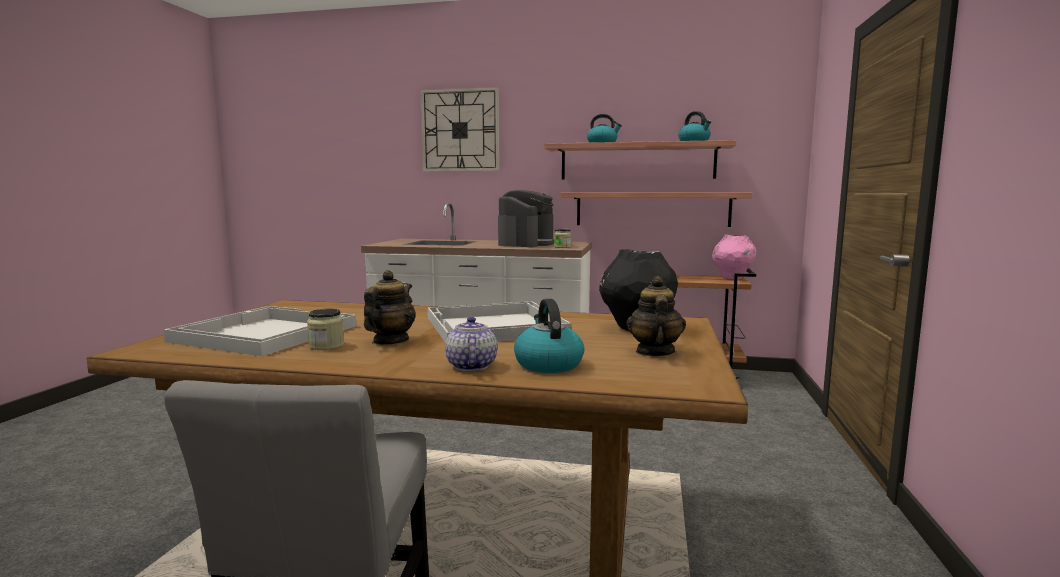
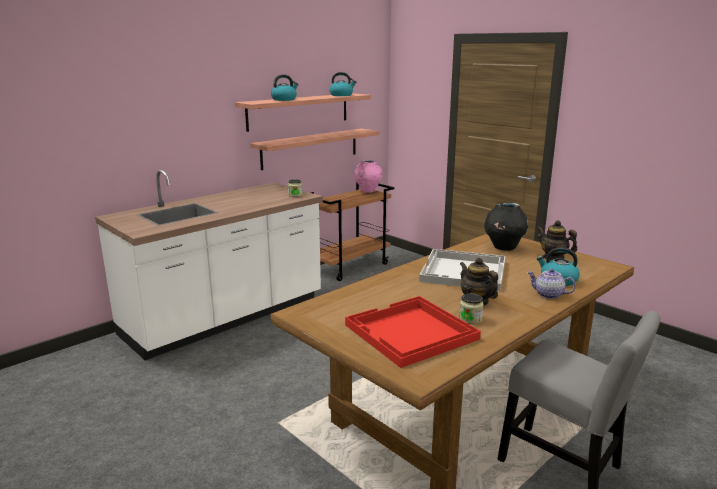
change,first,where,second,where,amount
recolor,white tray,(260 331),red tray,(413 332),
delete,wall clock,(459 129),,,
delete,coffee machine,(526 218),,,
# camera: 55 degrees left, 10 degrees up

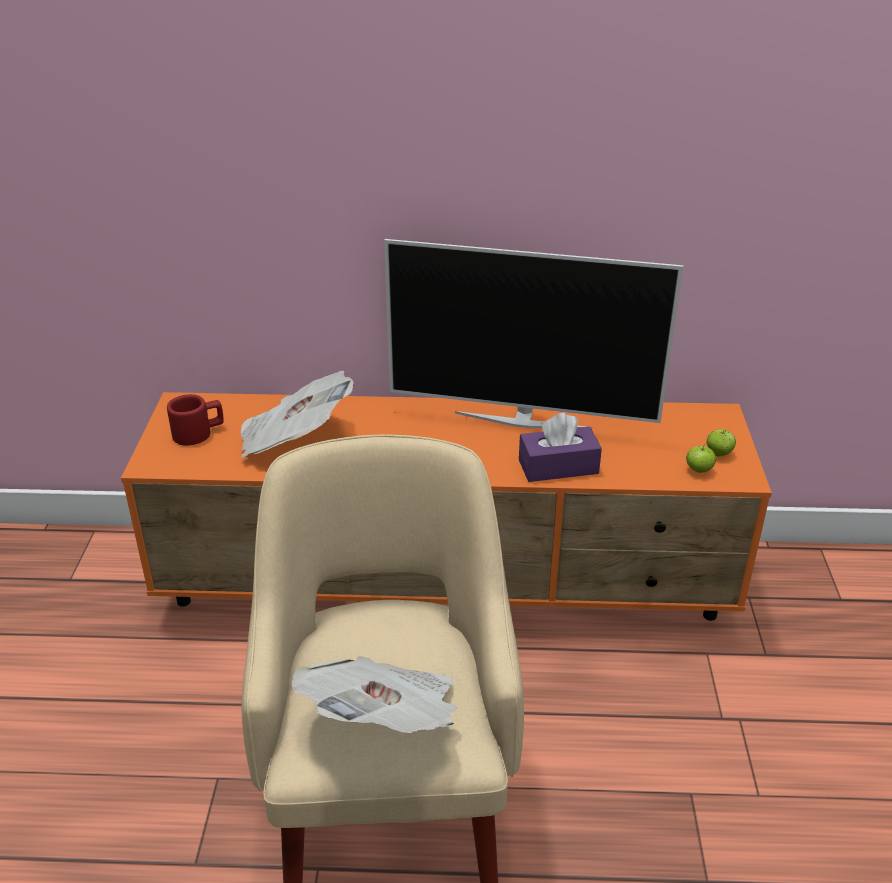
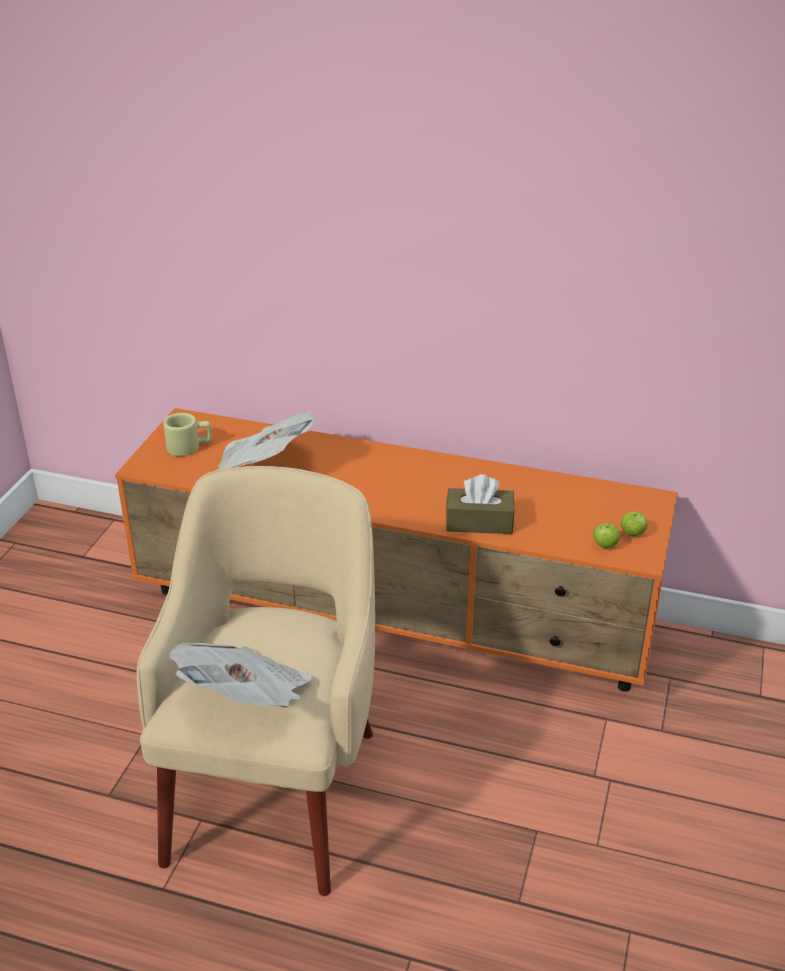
change,first,where,second,where,amount
recolor,red mug,(195 420),beige mug,(187 434),
delete,television,(533 334),,,
recolor,purple tissue box,(560 447),brown tissue box,(480 504),
# camera: 15 degrees right, 0 degrees up

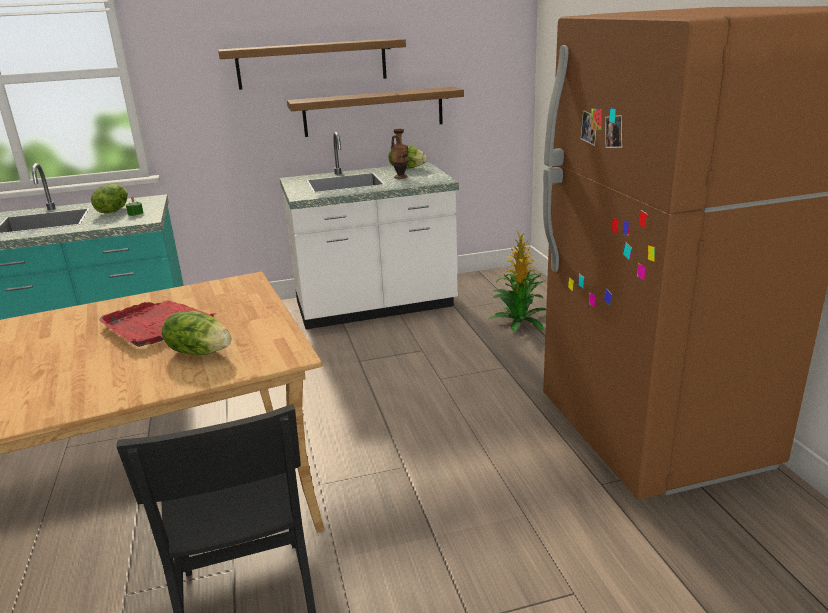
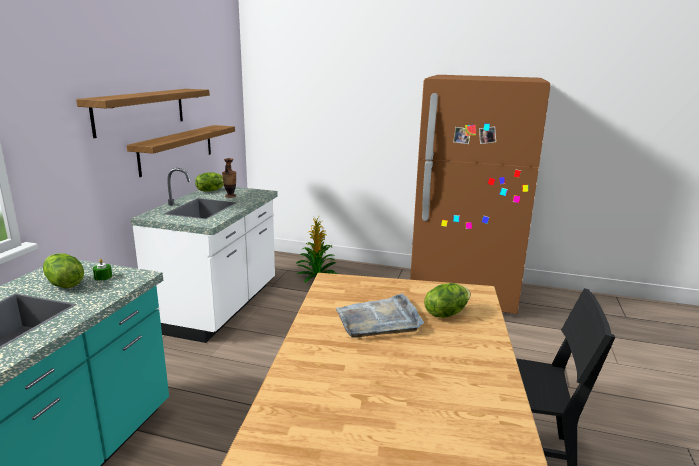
change,first,where,second,where,amount
recolor,red tray,(158 323),grey tray,(380 315),
# camera: 60 degrees left, 5 degrees down

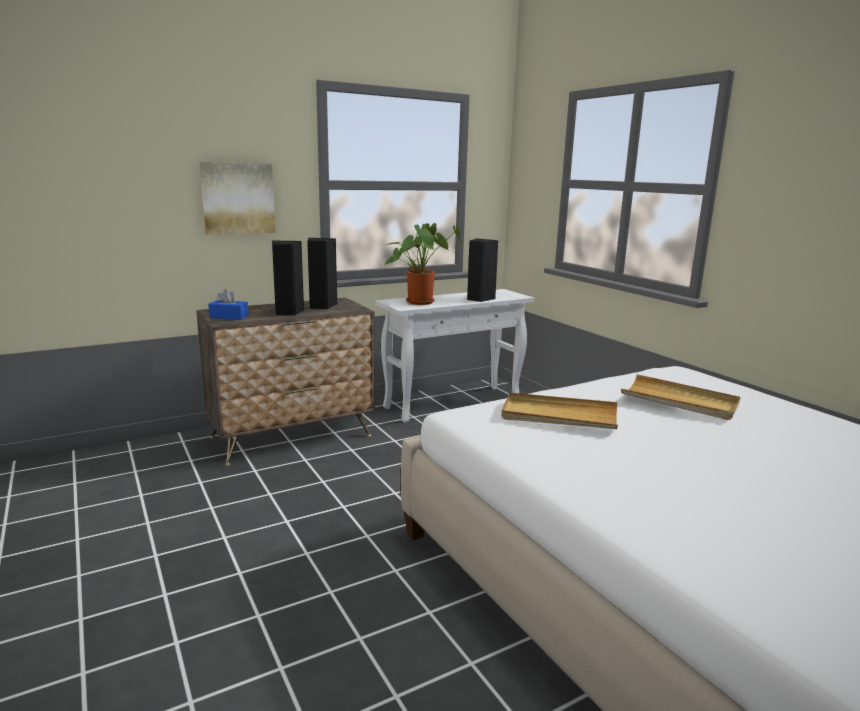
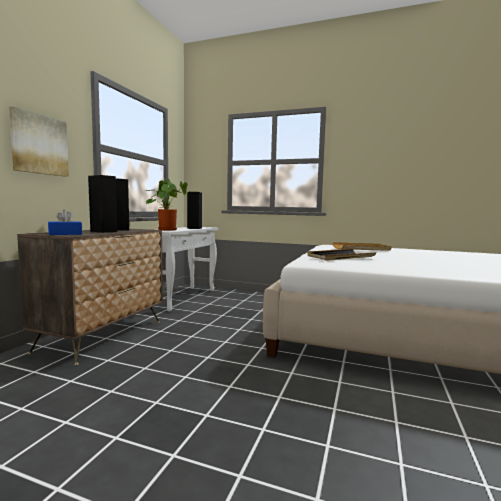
change,first,where,second,where,amount
recolor,beige tray,(559 411),black tray,(341 255),
# camera: 40 degrees left, 10 degrees down

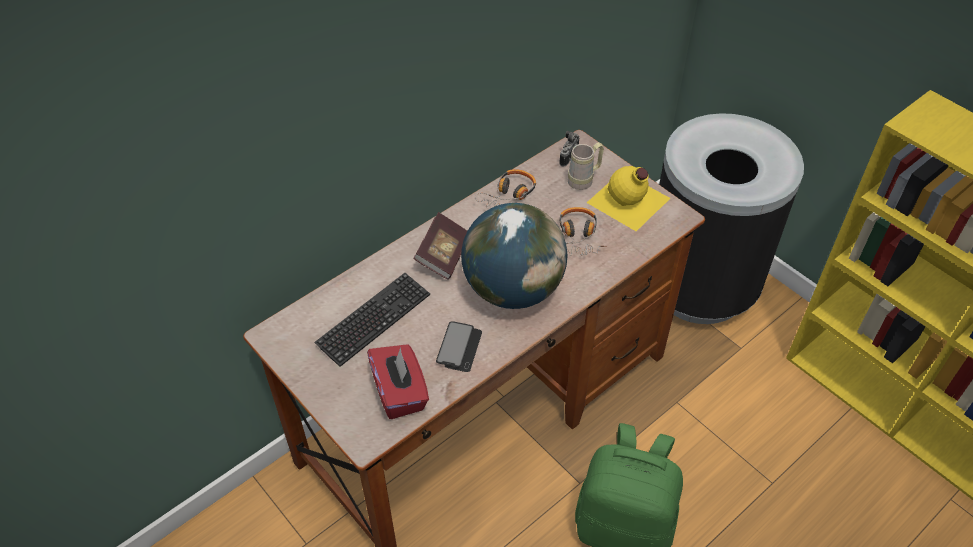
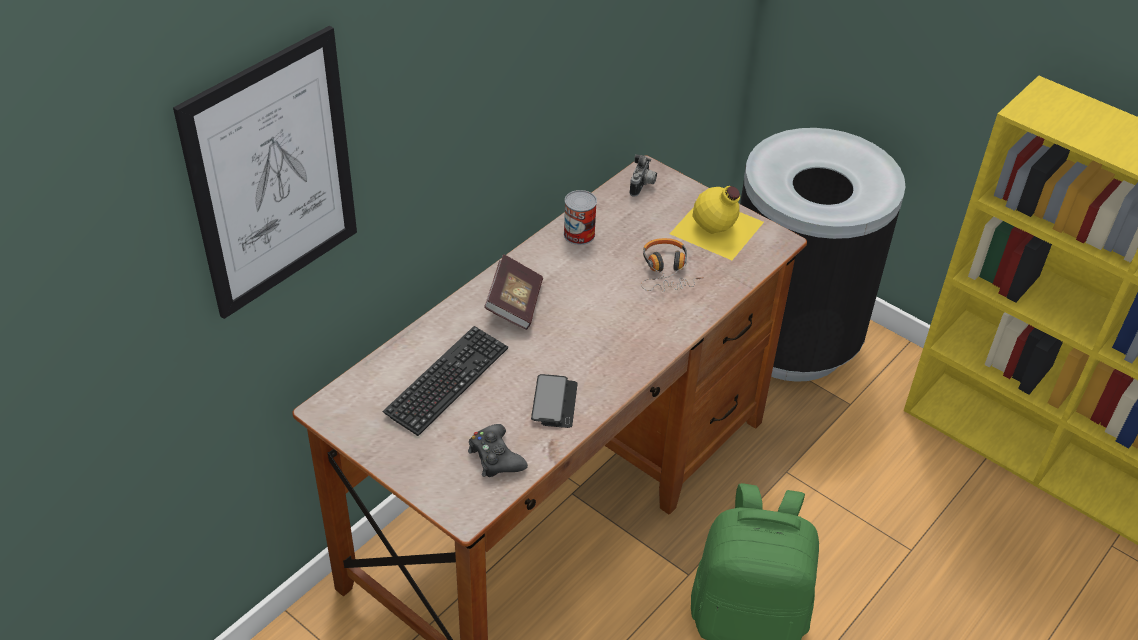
change,first,where,second,where,amount
replace,red tissue box,(398 381),black game controller,(498 450),
delete,globe,(514 256),,,
replace,headphones,(505 188),can,(580 217),
delete,beige mug,(586 166),,,
insert,,,picture,(265 172),
# camera: 10 degrees left, 5 degrees down

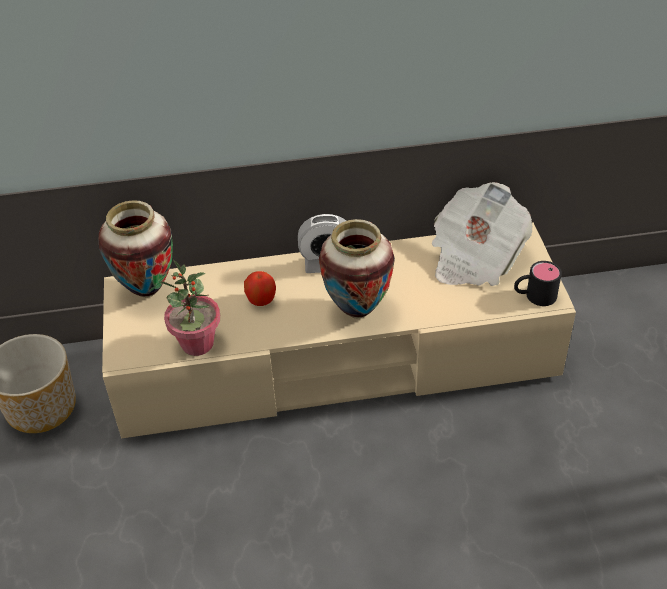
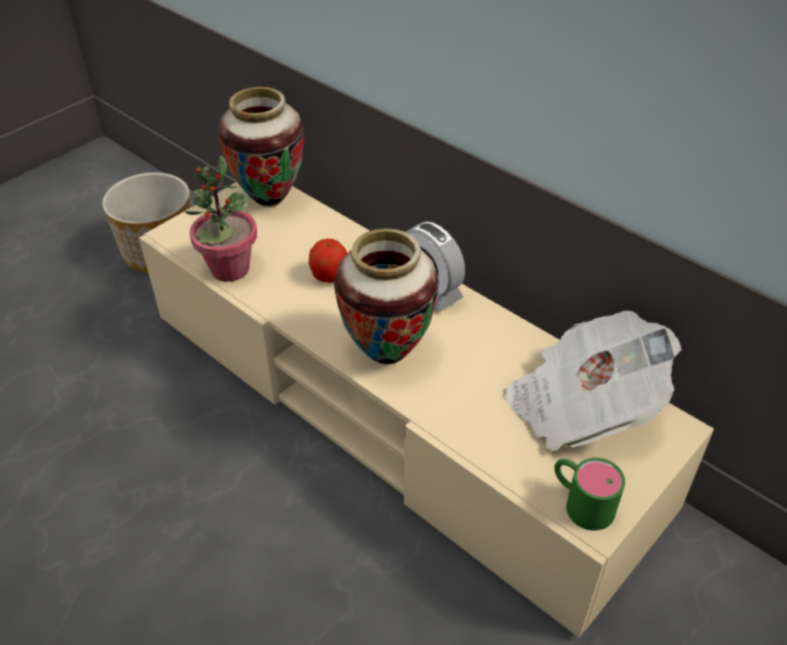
change,first,where,second,where,amount
recolor,black mug,(538 283),green mug,(589 494),
# camera: 50 degrees right, 0 degrees up

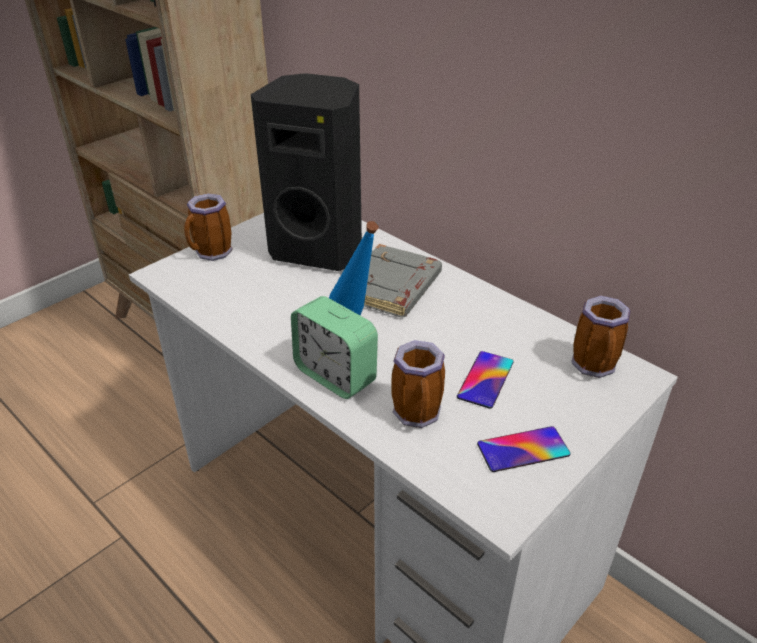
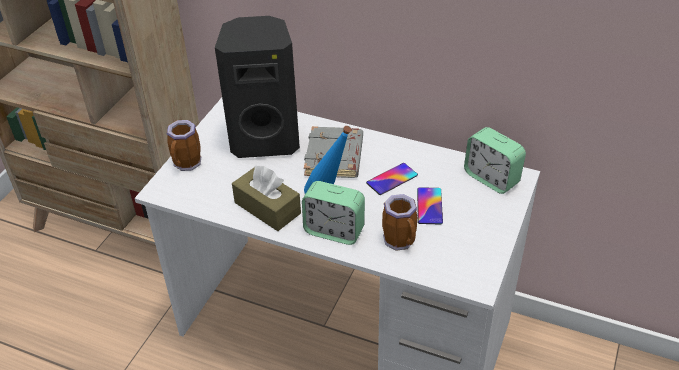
change,first,where,second,where,amount
move,phone,(524 449),,(392 179),
replace,mug,(600 337),alarm clock,(495 160),
insert,,,brown tissue box,(266 198),
# camera: 20 degrees left, 5 degrees up

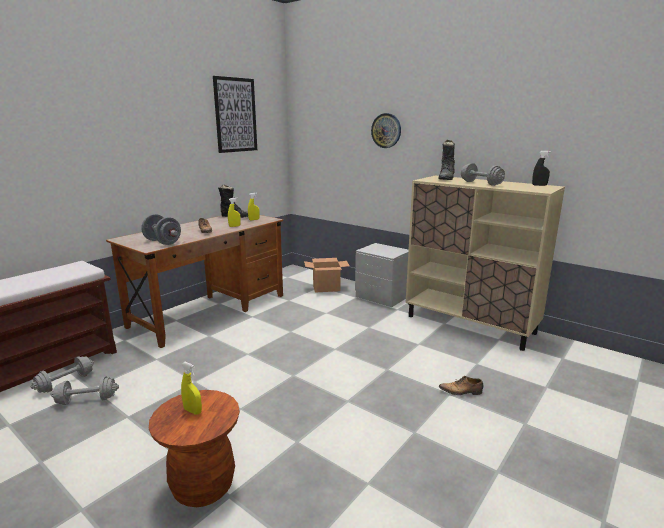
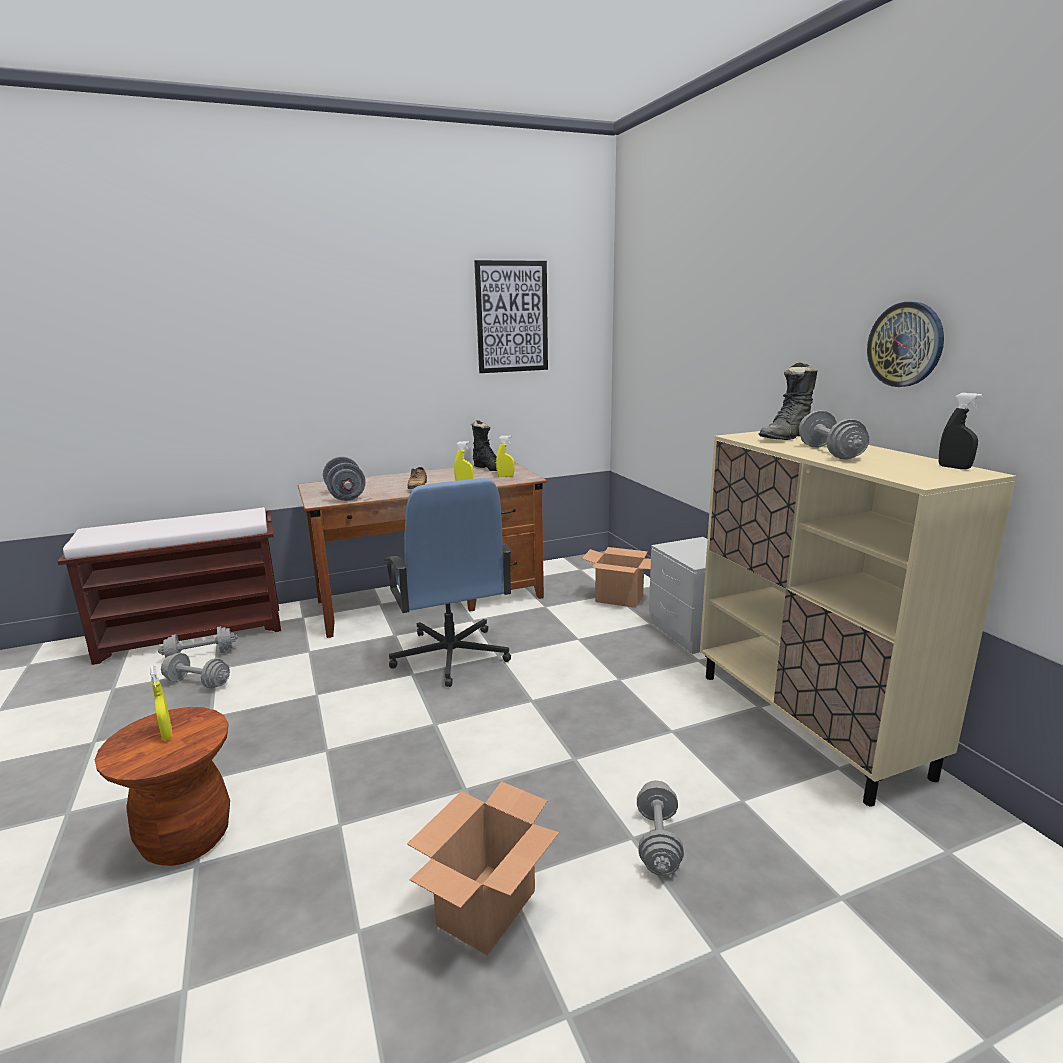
change,first,where,second,where,amount
move,wall clock,(386 130),,(905 344),
replace,shoe,(461 385),grey dumbbell,(660 828),
insert,,,blue office chair,(448 582),
insert,,,cardboard box,(483 868),
# camera: 30 degrees right, 0 degrees up

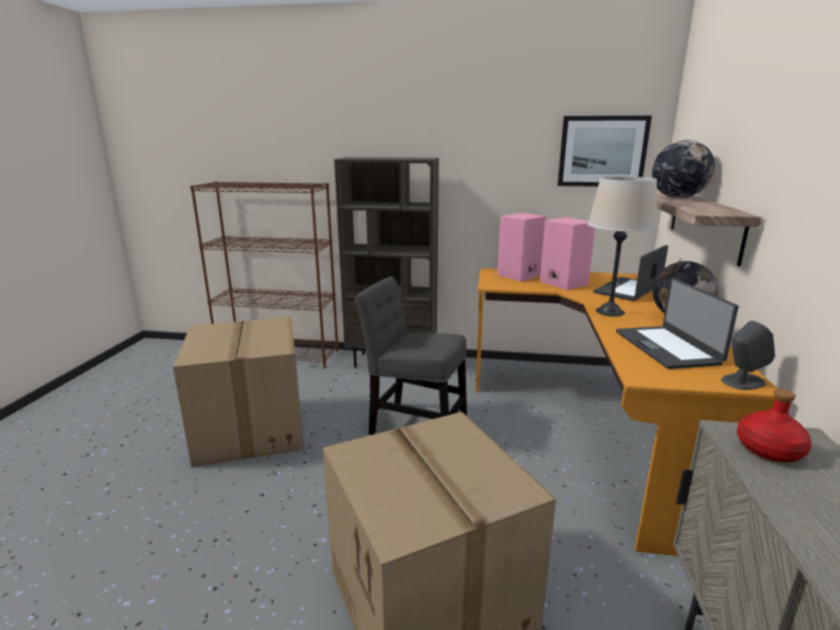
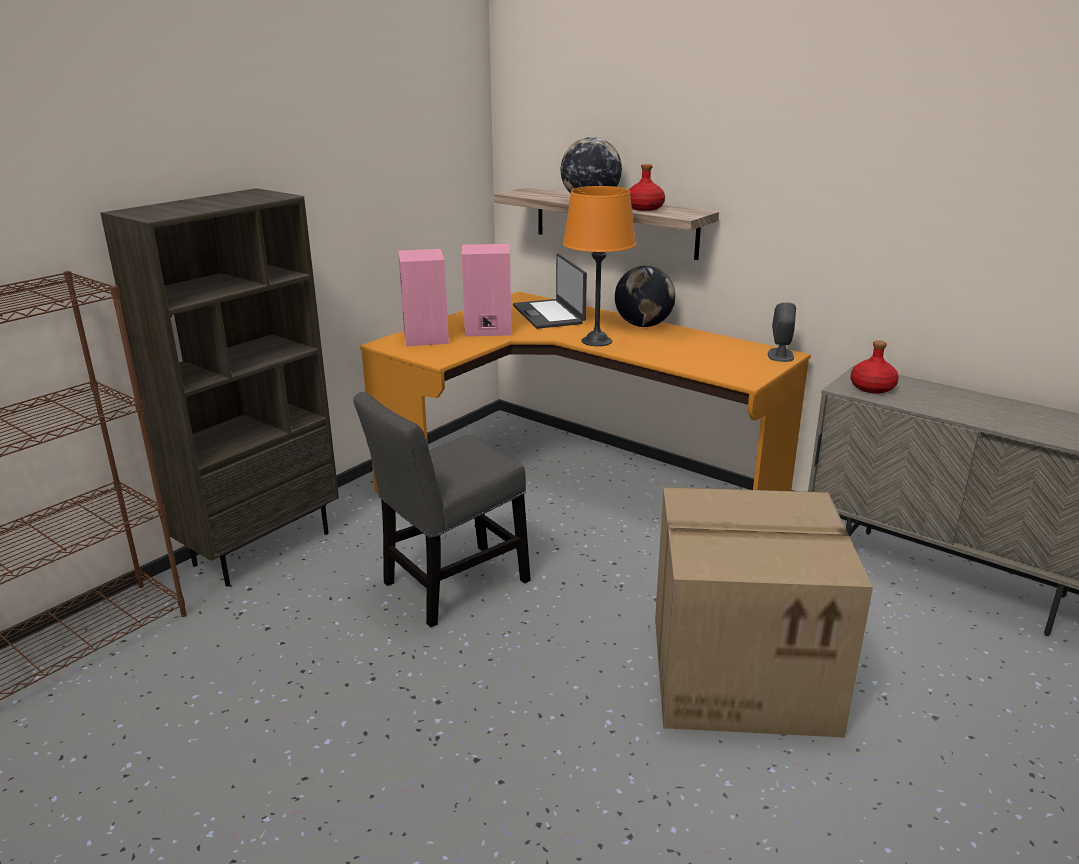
change,first,where,second,where,amount
delete,cardboard box,(238 392),,,
delete,picture,(605 151),,,
recolor,beige table lamp,(622 246),orange table lamp,(599 266),
delete,laptop,(677 323),,,
insert,,,red bottle,(647 187),
# camera: 60 degrees left, 5 degrees up

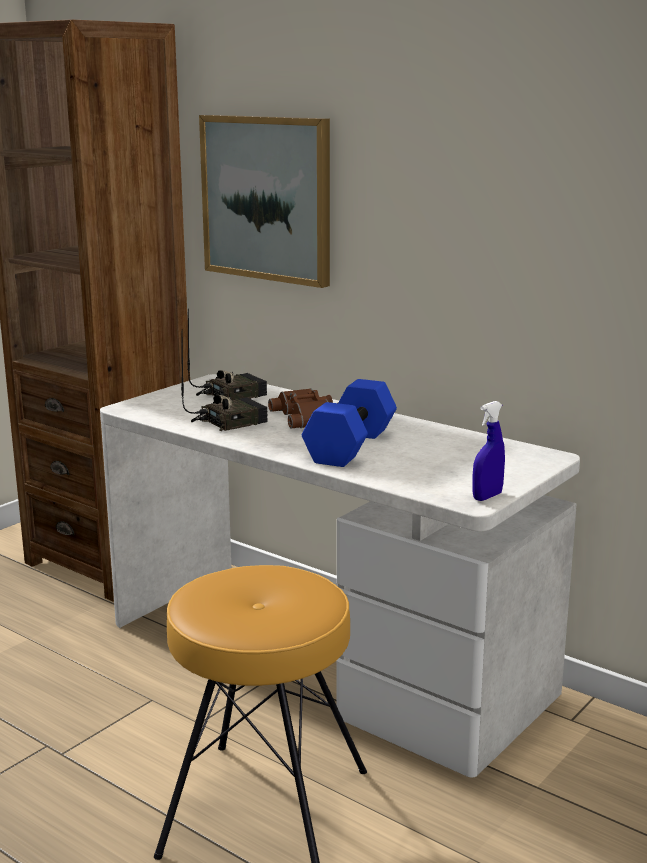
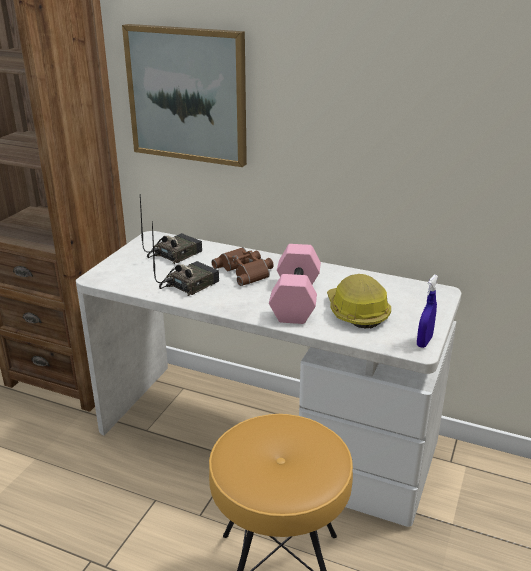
change,first,where,second,where,amount
recolor,blue dumbbell,(349 423),pink dumbbell,(295 284),
insert,,,hard hat,(359 301),
# camera: 15 degrees left, 10 degrees up

